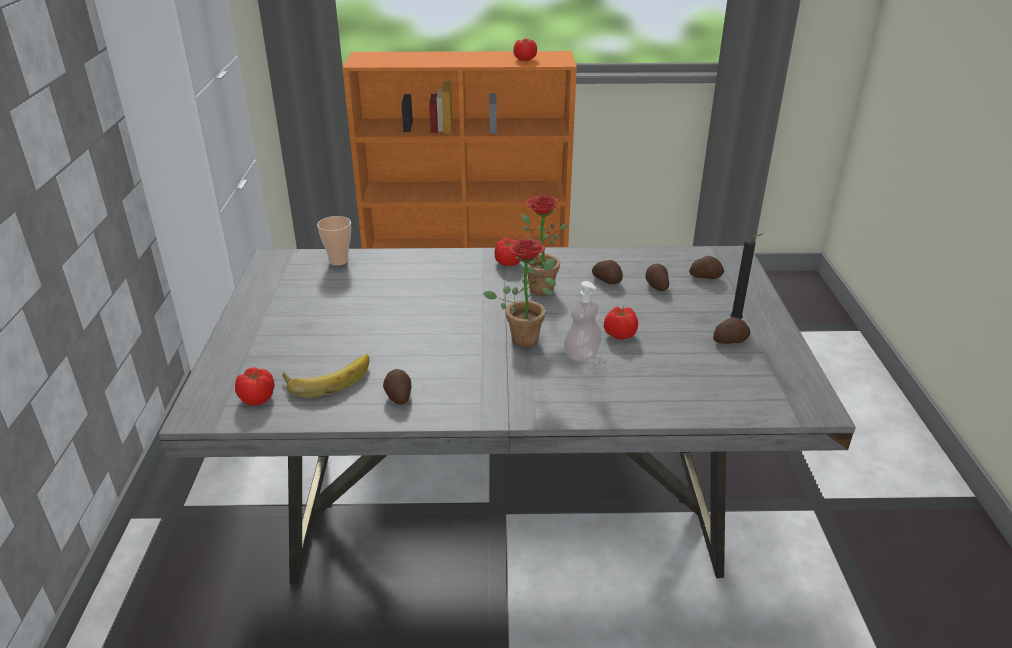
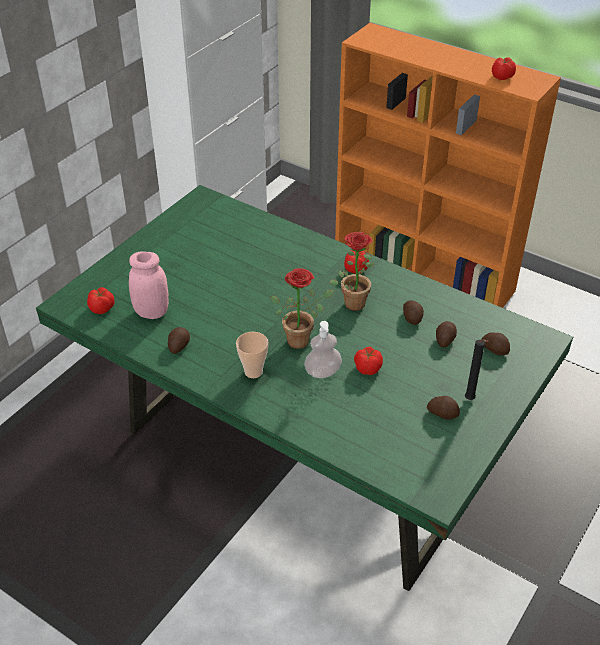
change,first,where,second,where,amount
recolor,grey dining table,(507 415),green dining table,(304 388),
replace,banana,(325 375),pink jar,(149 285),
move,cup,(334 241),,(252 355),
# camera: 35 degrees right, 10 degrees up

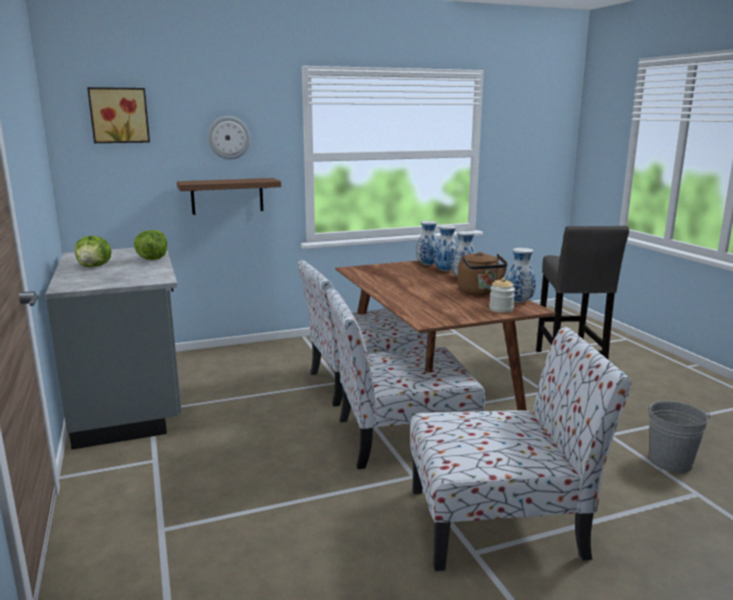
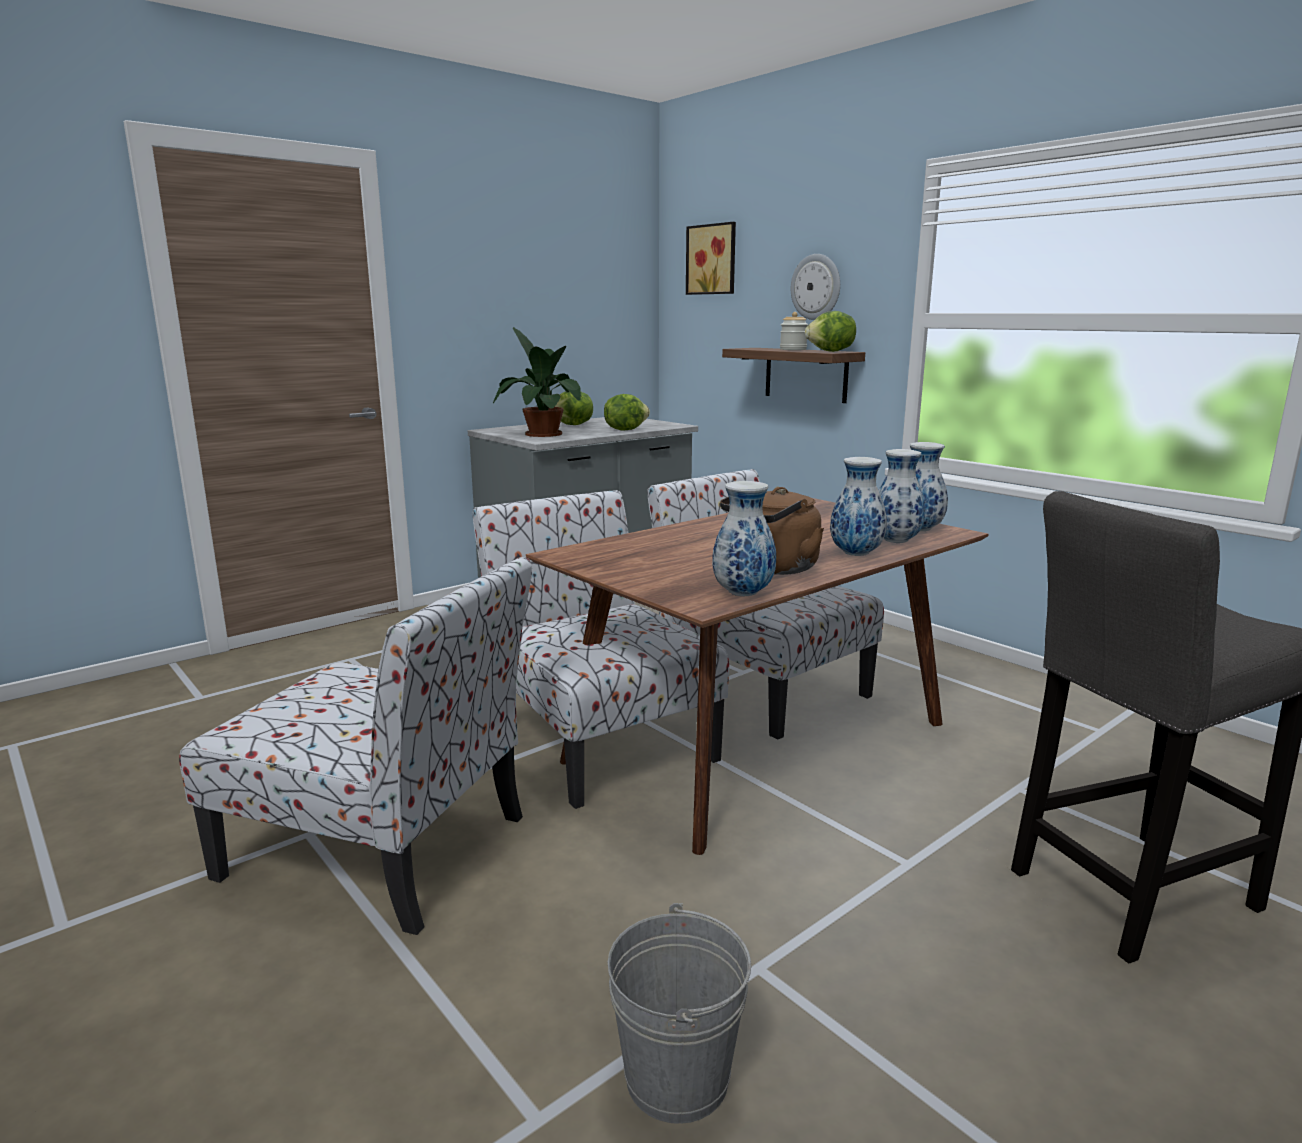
change,first,where,second,where,amount
rotate,chair,(521 449),,(355 746),45 degrees counterclockwise
move,jar,(502 295),,(794 331),
insert,,,potted plant,(538 382),
insert,,,lettuce,(830 331),
# camera: 70 degrees right, 0 degrees up

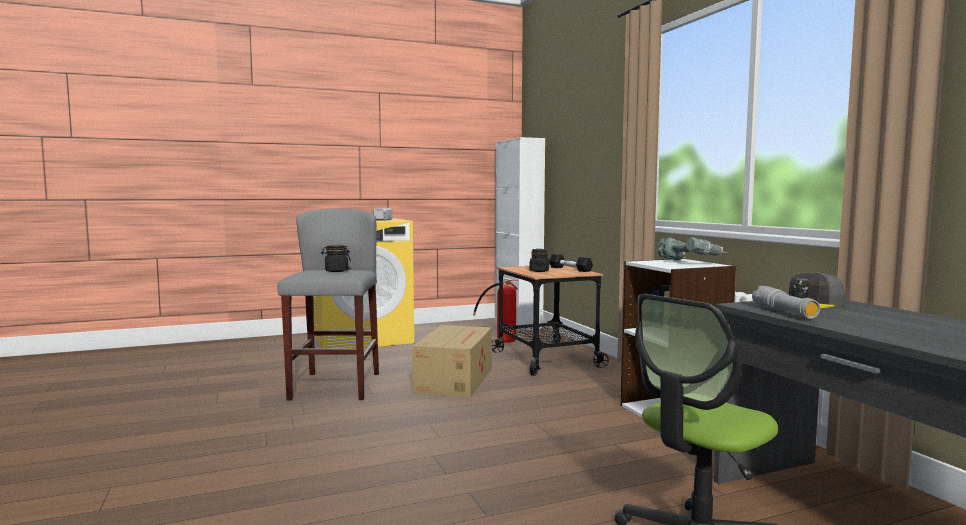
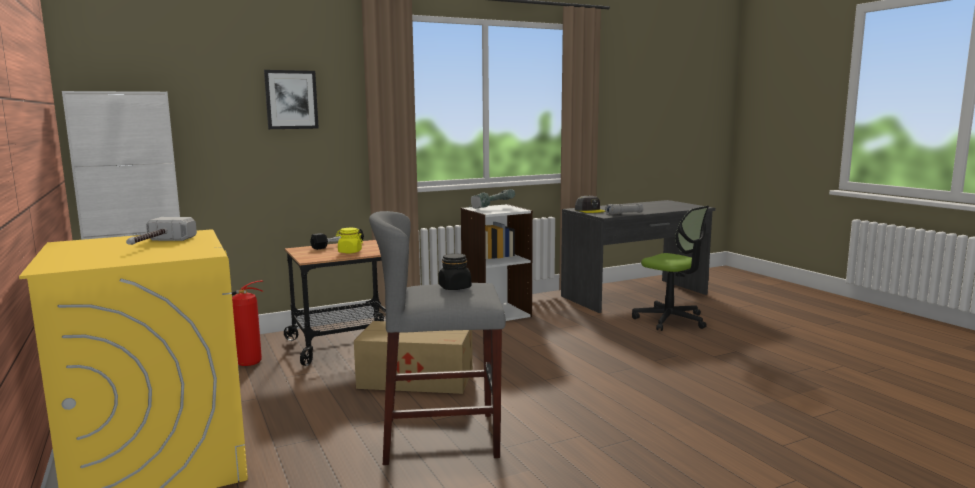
change,first,where,second,where,amount
recolor,black jar,(539 260),yellow jar,(349 240),
insert,,,picture,(291 99),
# camera: 95 degrees left, 5 degrees up

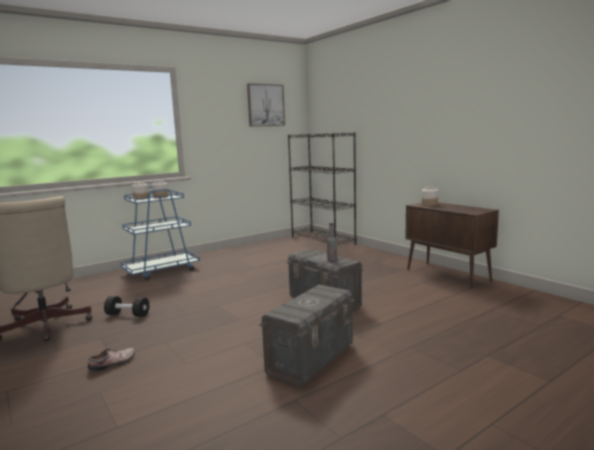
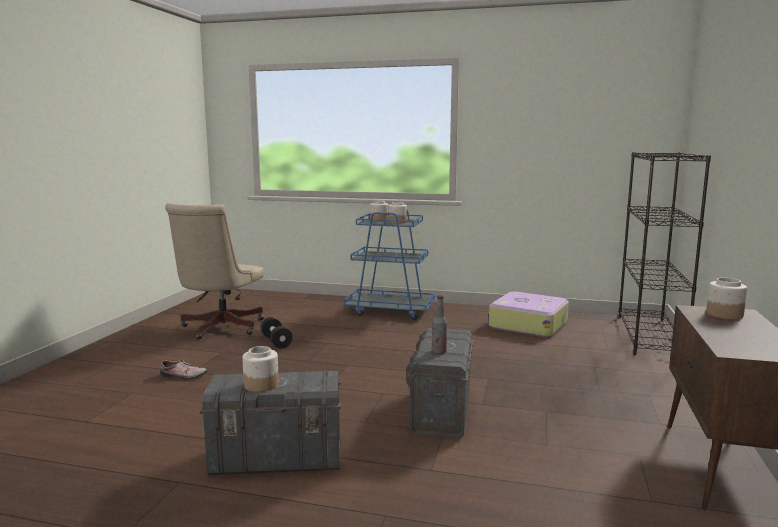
change,first,where,second,where,amount
delete,picture,(266 105),,,
insert,,,jar,(260 369),
insert,,,suitcase,(529 314),
# camera: 50 degrees right, 0 degrees up

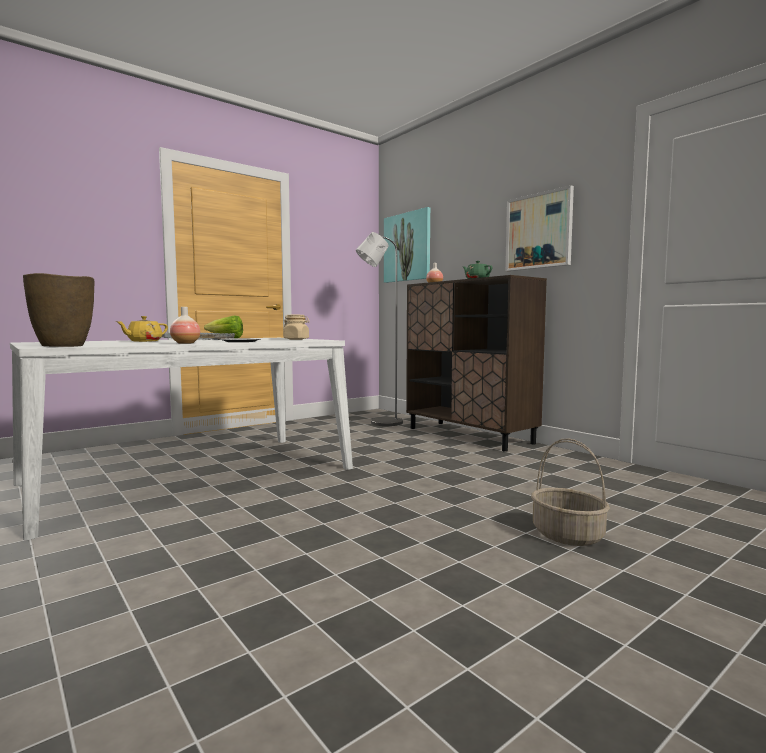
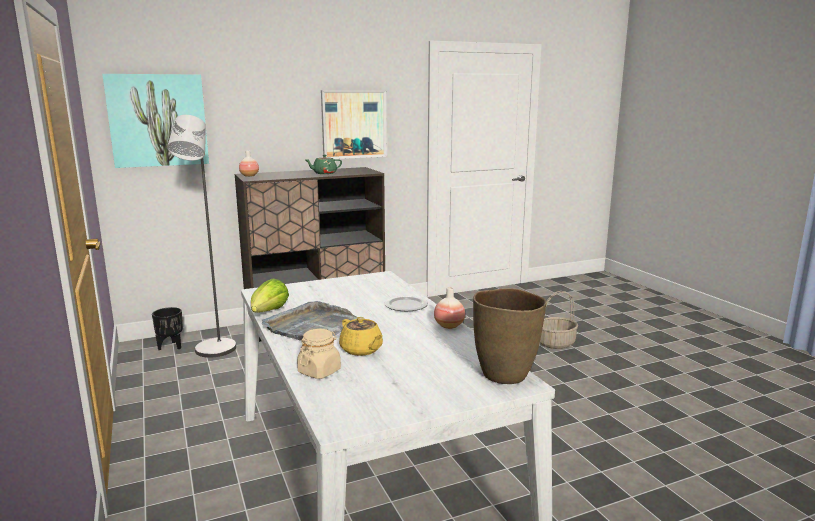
change,first,where,second,where,amount
move,beige jar,(296 327),,(319 354),
insert,,,black planter,(167 328),
# camera: 75 degrees left, 10 degrees up

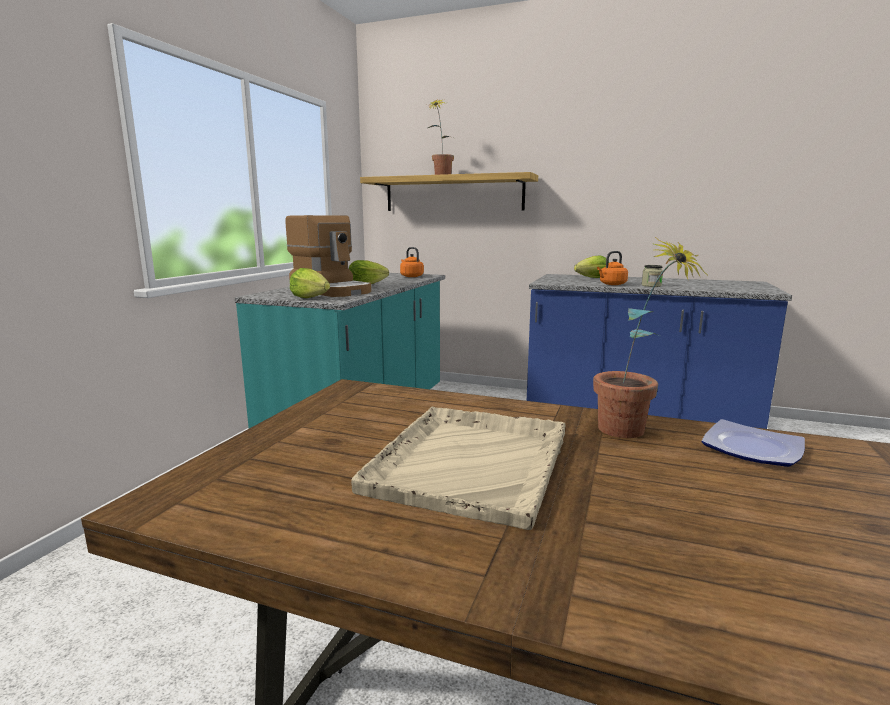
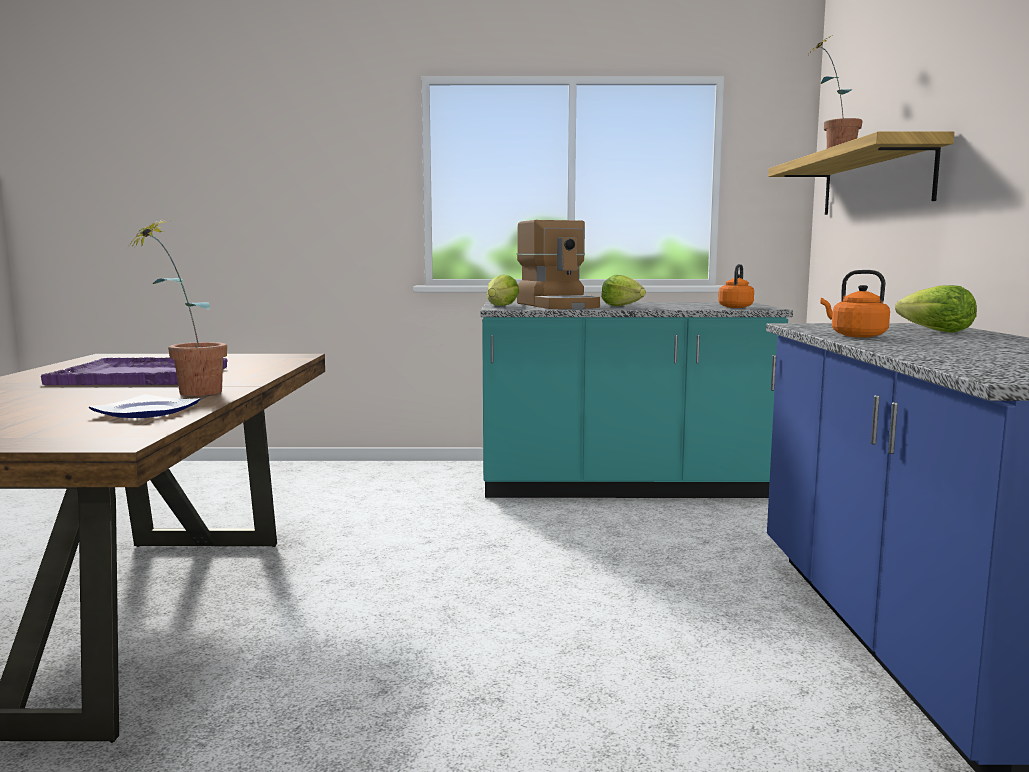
change,first,where,second,where,amount
rotate,coffee machine,(328 256),,(558 264),45 degrees counterclockwise
recolor,beige tray,(458 468),purple tray,(134 371),
delete,jar,(652 276),,,
# camera: 70 degrees right, 5 degrees down

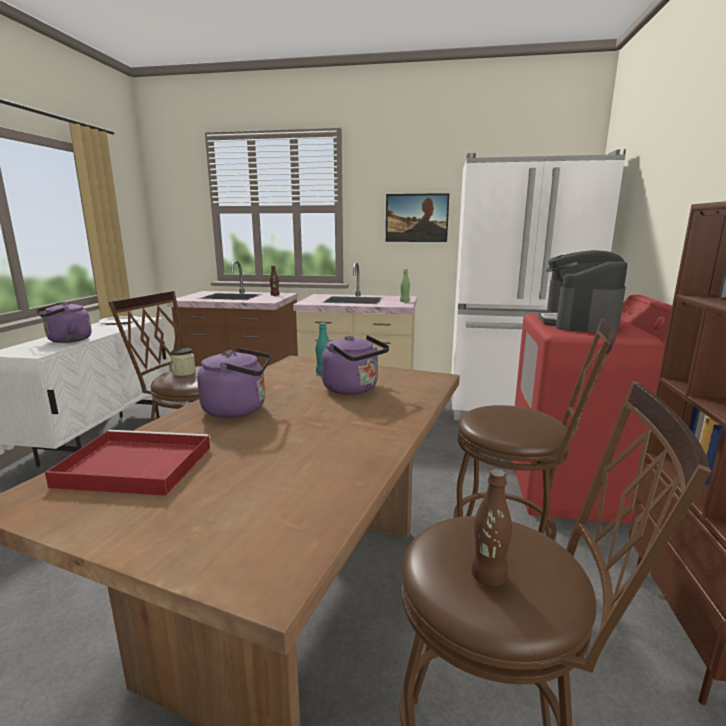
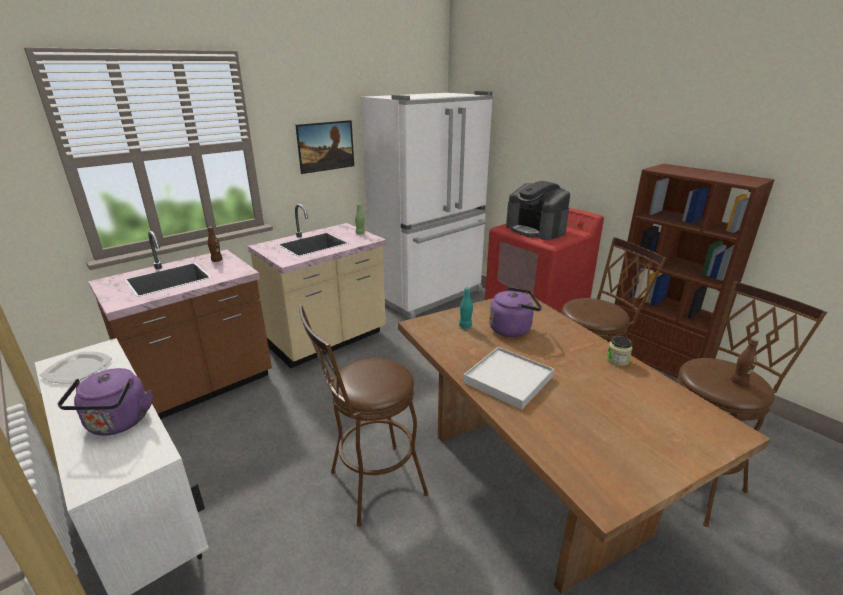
change,first,where,second,where,amount
delete,red tray,(128 463),,,
move,jar,(183 362),,(619 351),
replace,purple kettle,(234 382),white tray,(508 378),
# camera: 50 degrees left, 10 degrees up

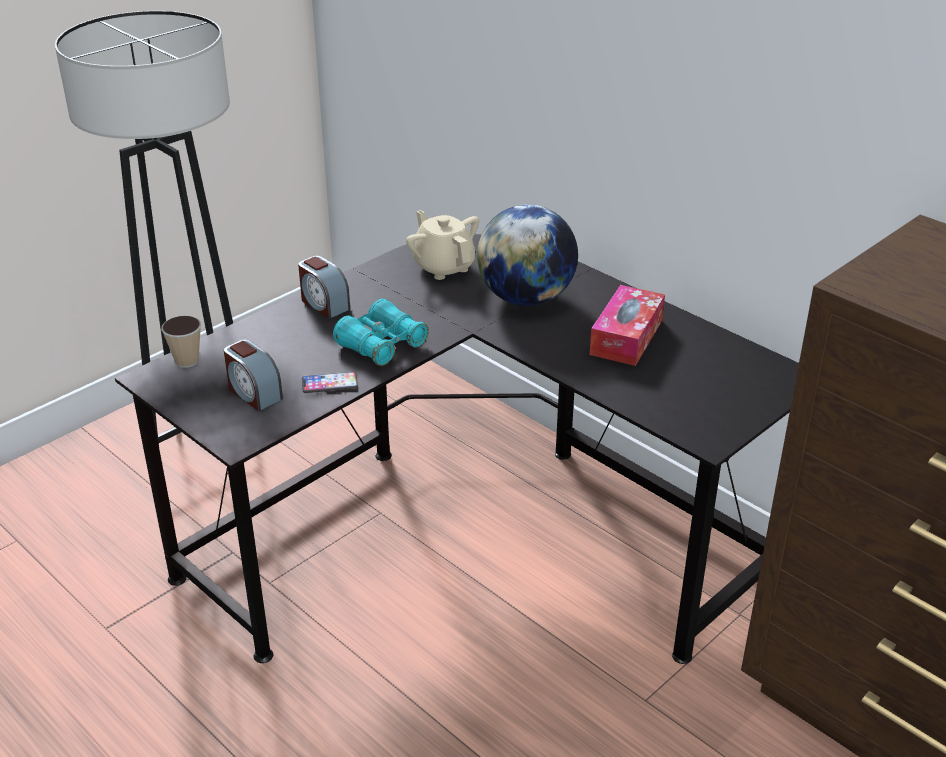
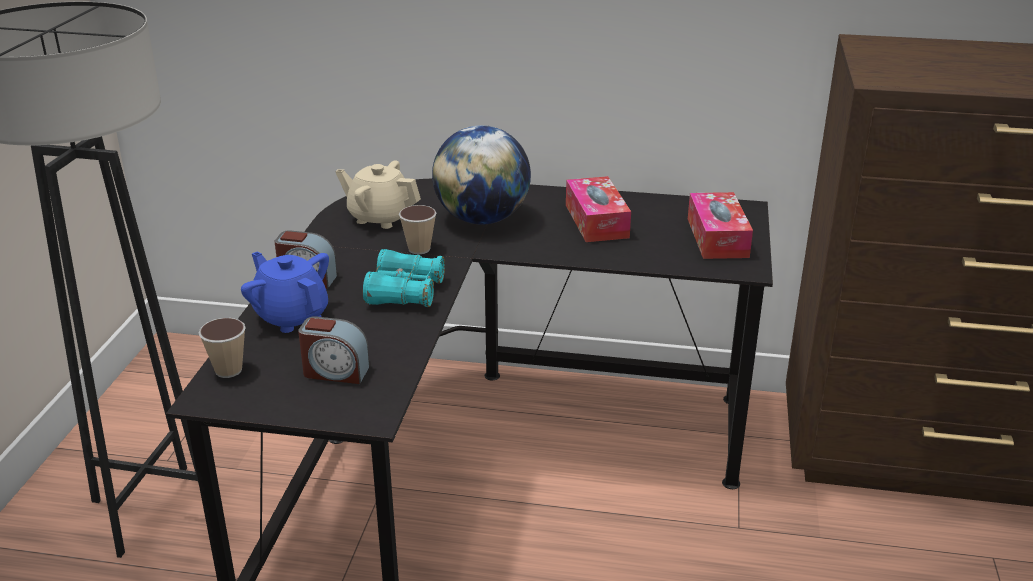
change,first,where,second,where,amount
delete,phone,(330 382),,,
insert,,,blue teapot,(285 292),
insert,,,cup,(417 229),
insert,,,tissue box,(720 225),
# camera: 35 degrees left, 5 degrees down

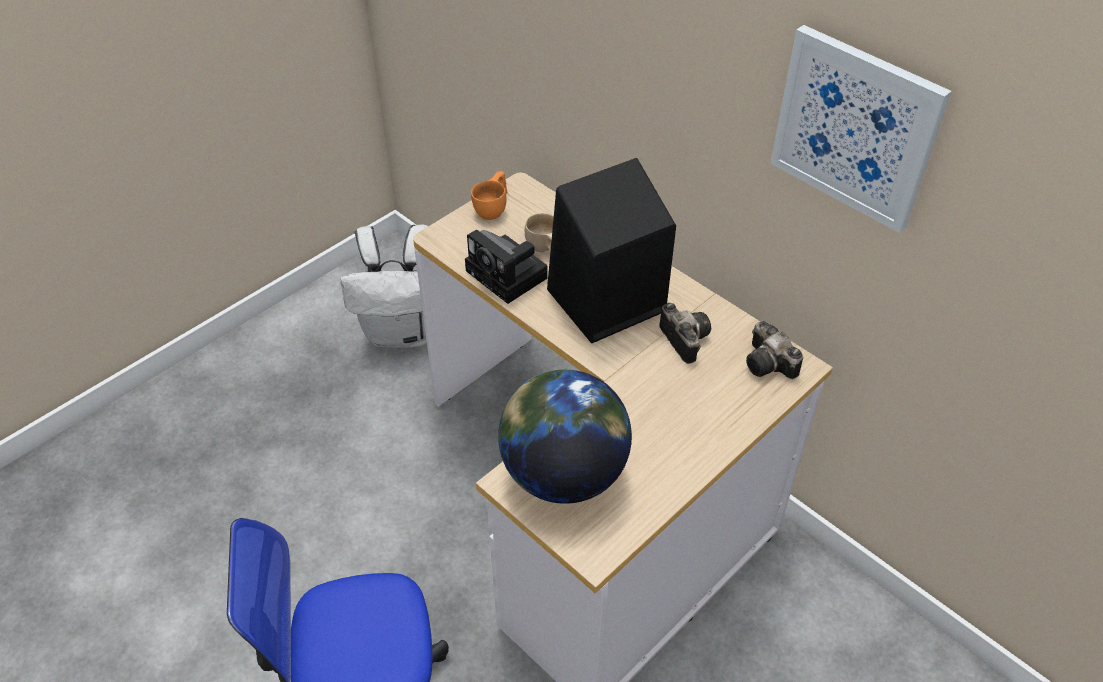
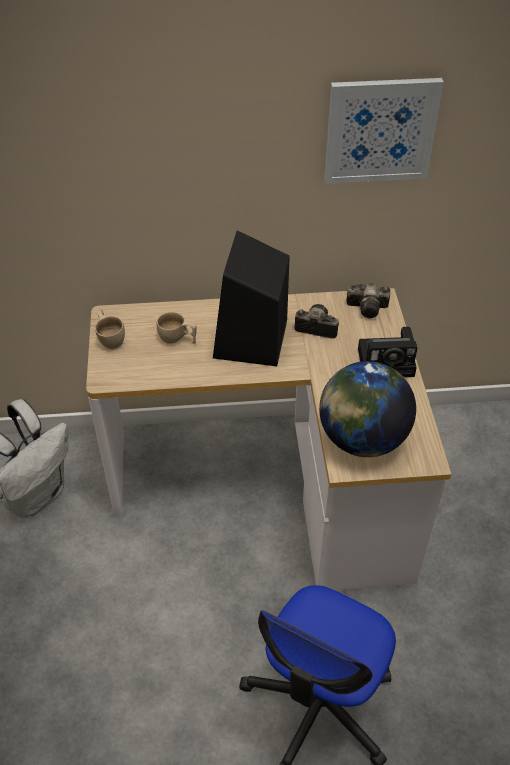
change,first,where,second,where,amount
move,photo camera,(506 267),,(387 352),
recolor,orange cup,(489 195),beige cup,(110 329),
# camera: 50 degrees left, 0 degrees up

